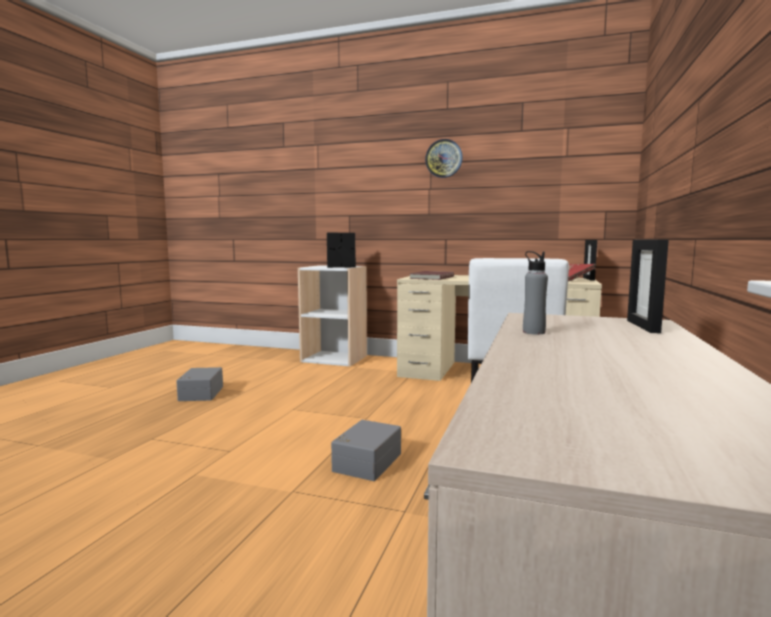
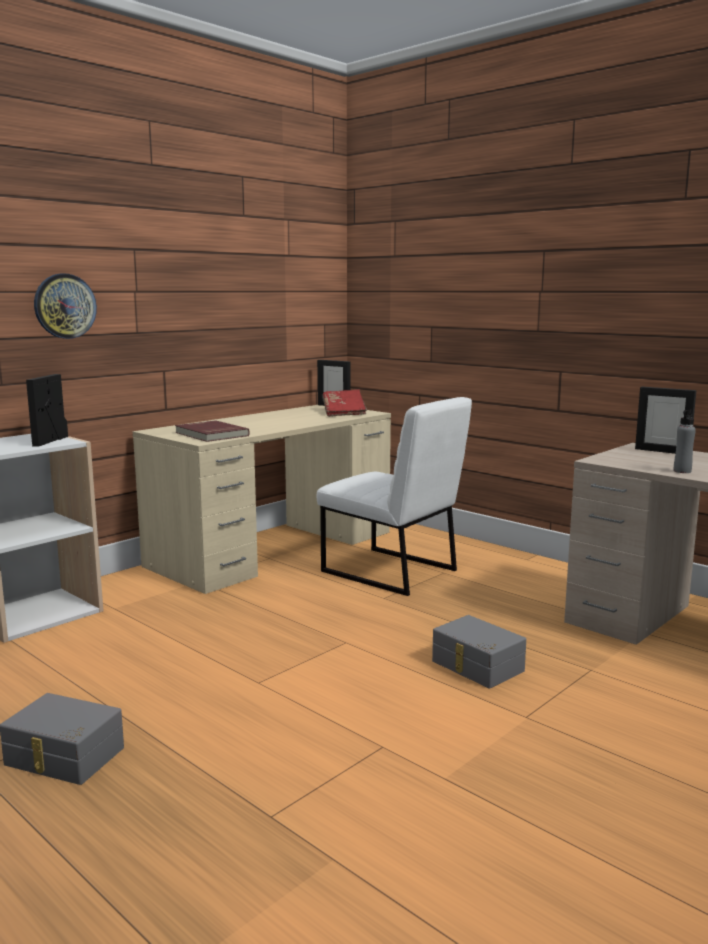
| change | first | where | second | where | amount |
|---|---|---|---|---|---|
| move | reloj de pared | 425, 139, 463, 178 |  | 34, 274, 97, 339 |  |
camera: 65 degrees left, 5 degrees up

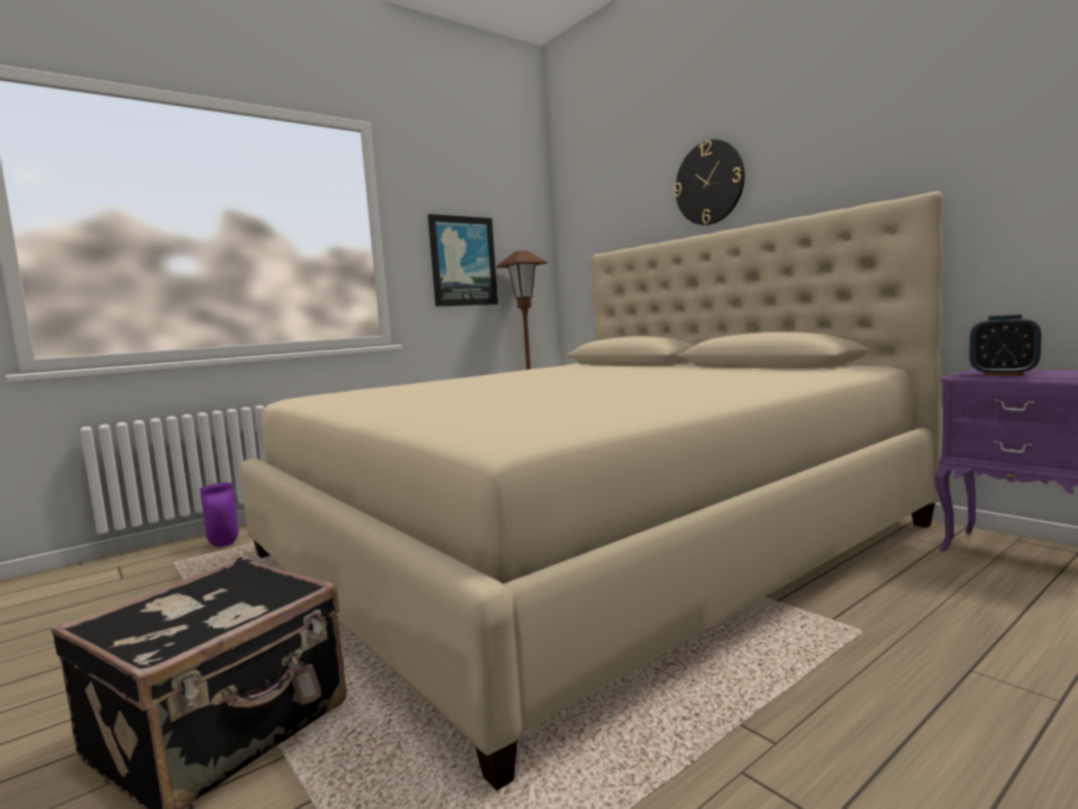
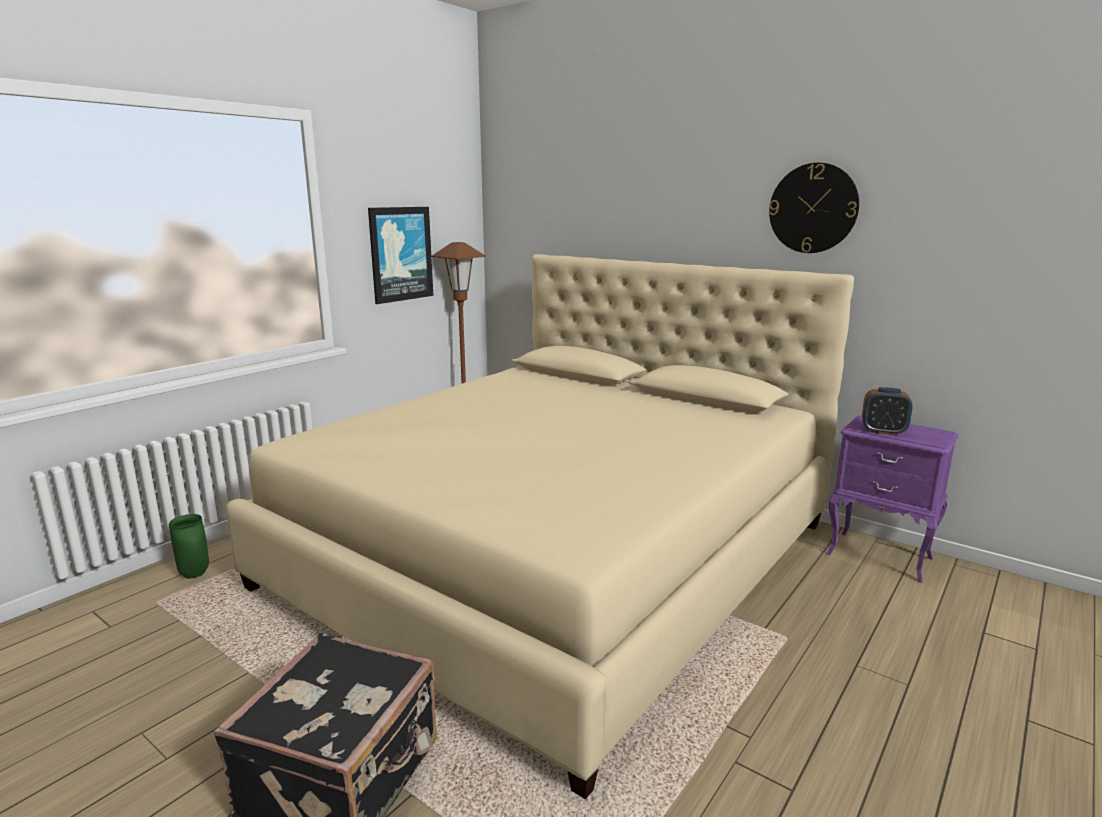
| change | first | where | second | where | amount |
|---|---|---|---|---|---|
| move | reloj de pared | 674, 139, 745, 225 |  | 769, 163, 859, 253 |  |
| recolor | florero/morado | 200, 483, 239, 547 | florero/verde | 169, 514, 209, 578 |  |
camera: 15 degrees left, 10 degrees up

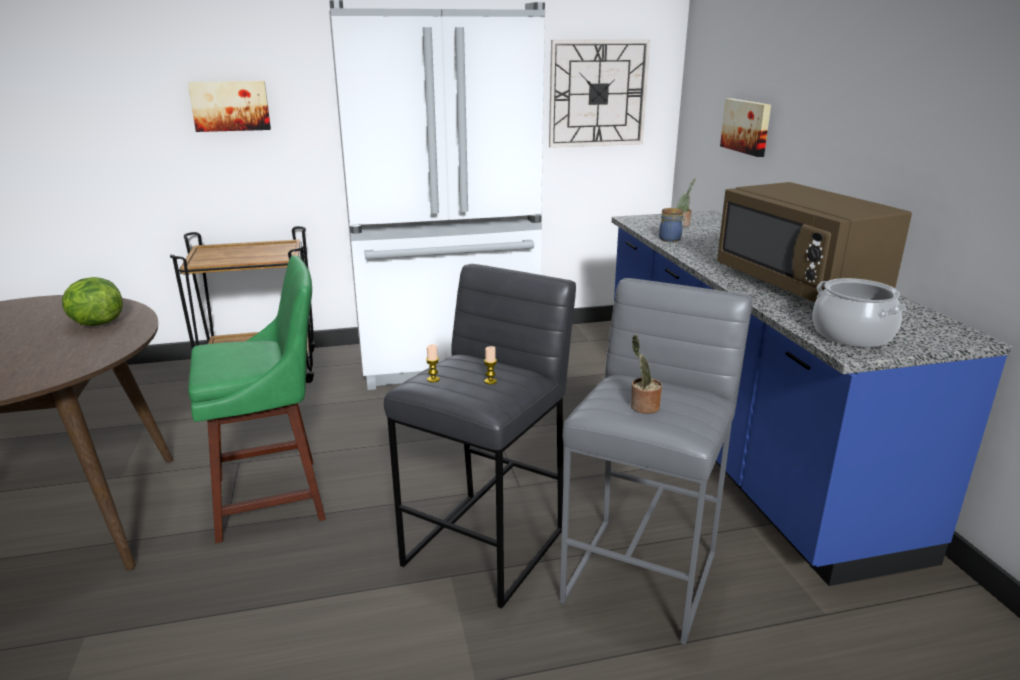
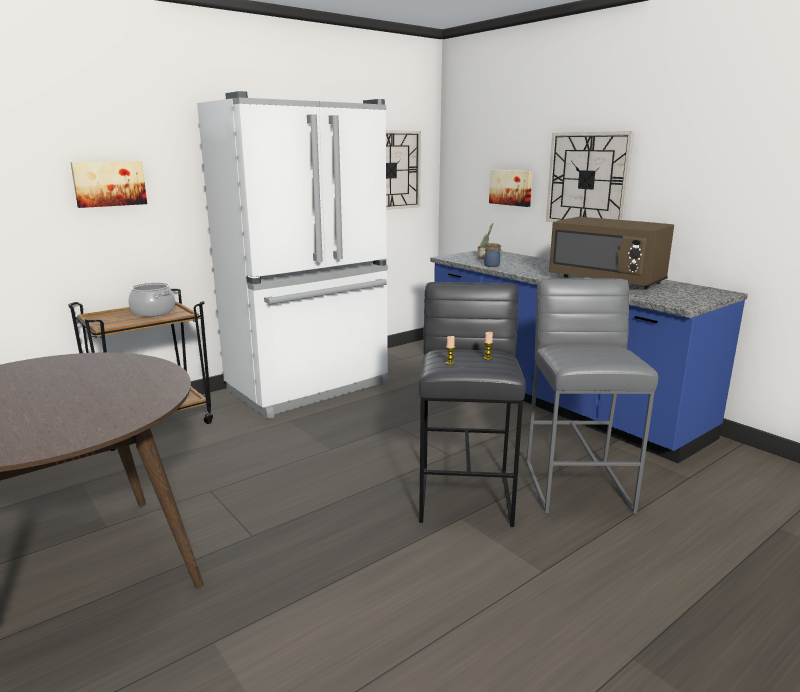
| change | first | where | second | where | amount |
|---|---|---|---|---|---|
| delete | silla/verde | 188, 255, 326, 543 |  |  |  |
| delete | lechuga | 62, 277, 123, 326 |  |  |  |
| move | olla | 812, 278, 907, 347 |  | 128, 282, 175, 316 |  |
| delete | planta en maceta | 631, 335, 662, 414 |  |  |  |
| insert |  |  | reloj de pared | 546, 131, 634, 222 |  |
camera: 25 degrees left, 5 degrees down

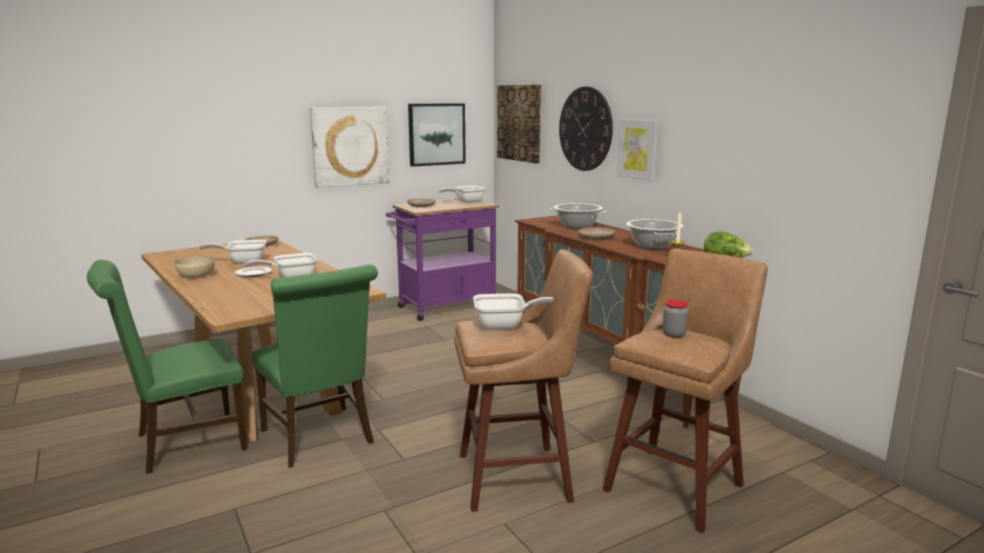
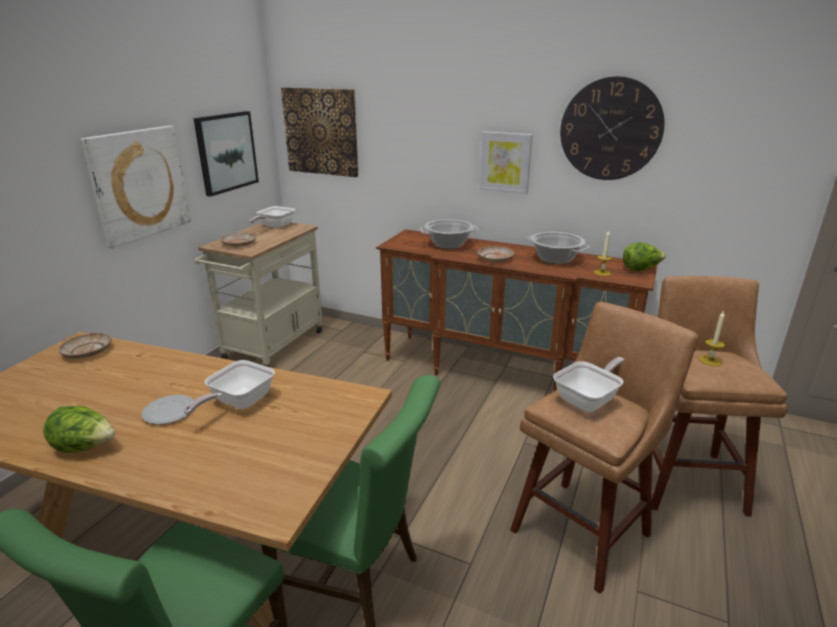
| change | first | where | second | where | amount |
|---|---|---|---|---|---|
| move | reloj de pared | 559, 86, 613, 171 |  | 560, 76, 665, 180 |  |
| recolor | carrito/morado | 386, 199, 499, 321 | carrito/beis | 195, 222, 323, 367 |  |
| delete | sartén | 199, 240, 267, 264 |  |  |  |
| replace | cuenco/beis | 174, 256, 215, 279 | lechuga | 43, 406, 115, 453 |  |
| replace | tarro | 663, 300, 688, 338 | vela | 699, 310, 725, 366 |  |
camera: 35 degrees left, 10 degrees up

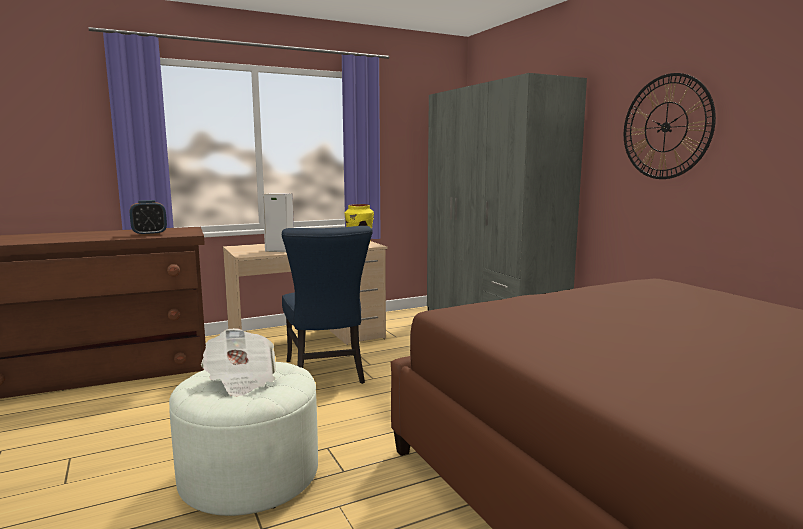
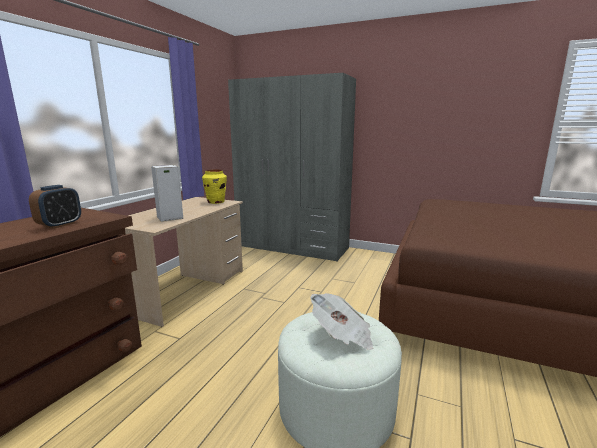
| change | first | where | second | where | amount |
|---|---|---|---|---|---|
| delete | reloj de pared | 624, 73, 716, 179 |  |  |  |
| delete | silla/azul | 282, 226, 373, 384 |  |  |  |
camera: 40 degrees left, 5 degrees up

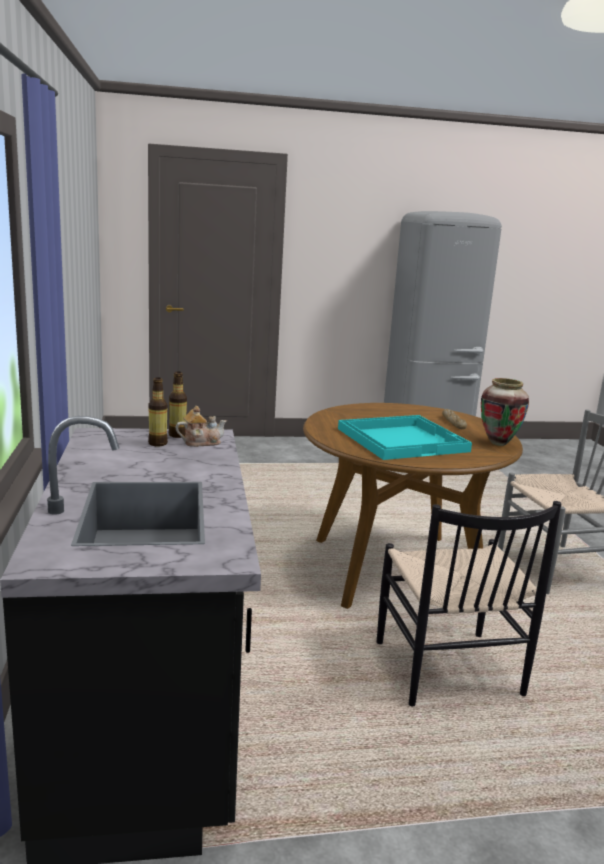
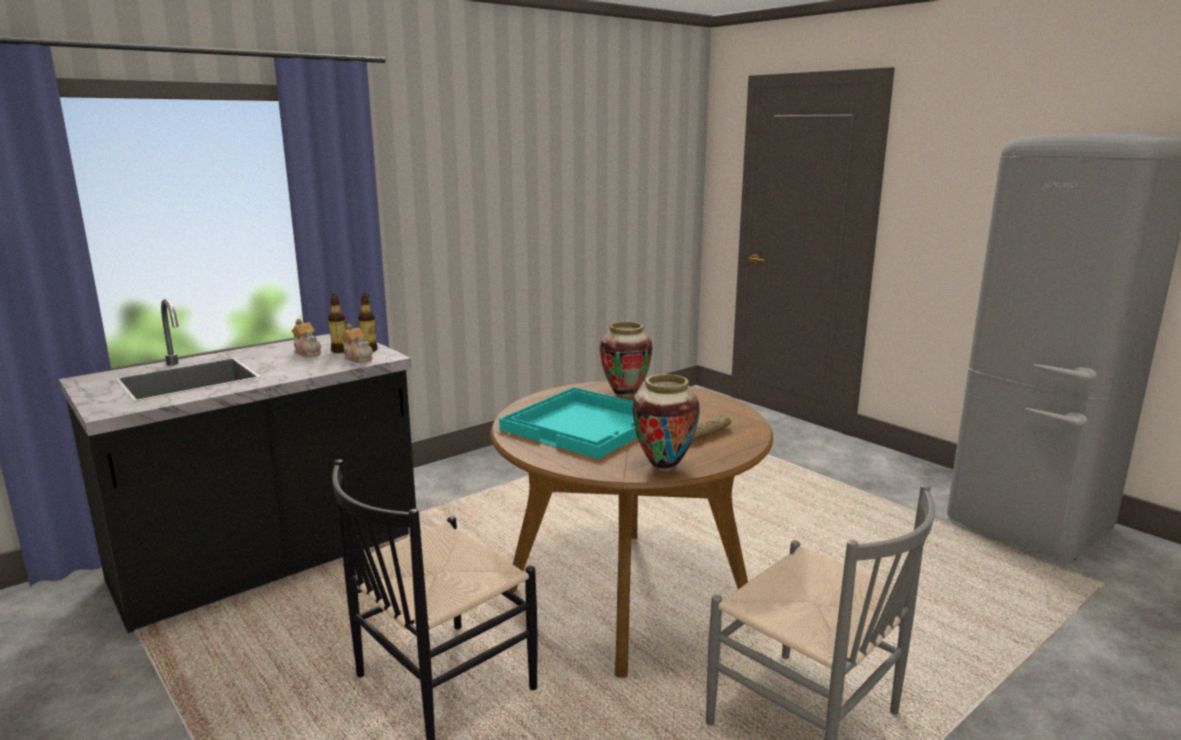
| change | first | where | second | where | amount |
|---|---|---|---|---|---|
| insert |  |  | tetera | 292, 319, 321, 357 |  |
| insert |  |  | florero | 600, 322, 653, 398 |  |
camera: 60 degrees right, 0 degrees up

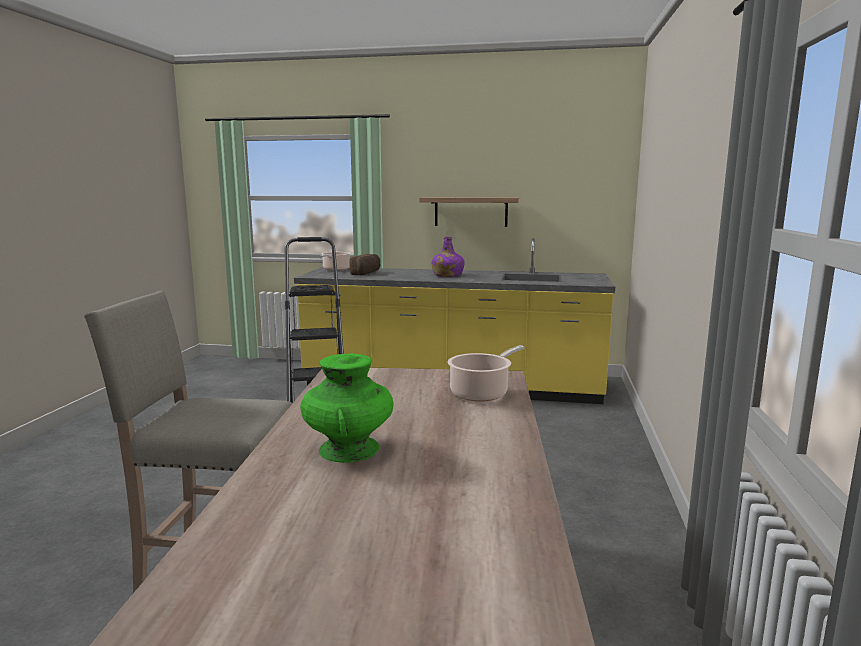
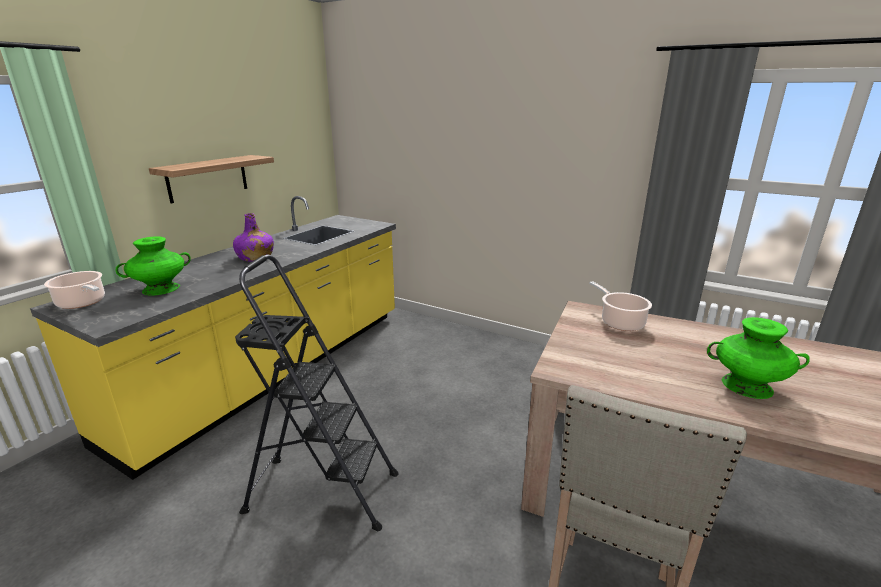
| change | first | where | second | where | amount |
|---|---|---|---|---|---|
| replace | pan | 349, 254, 380, 275 | florero/verde | 116, 236, 191, 296 |  |
camera: 70 degrees left, 10 degrees up

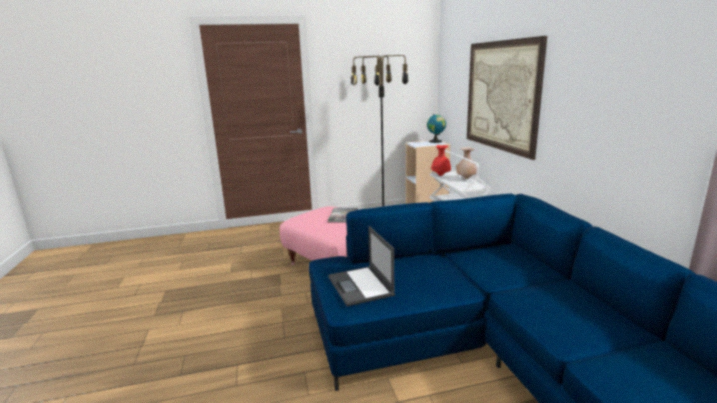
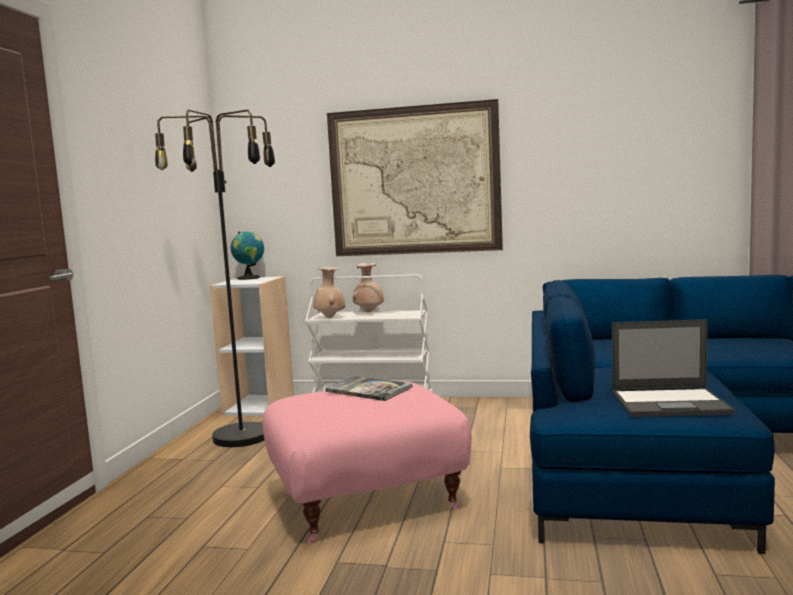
| change | first | where | second | where | amount |
|---|---|---|---|---|---|
| recolor | florero/rojo | 431, 145, 451, 176 | florero/beis | 313, 267, 346, 318 |  |
camera: 65 degrees left, 10 degrees down

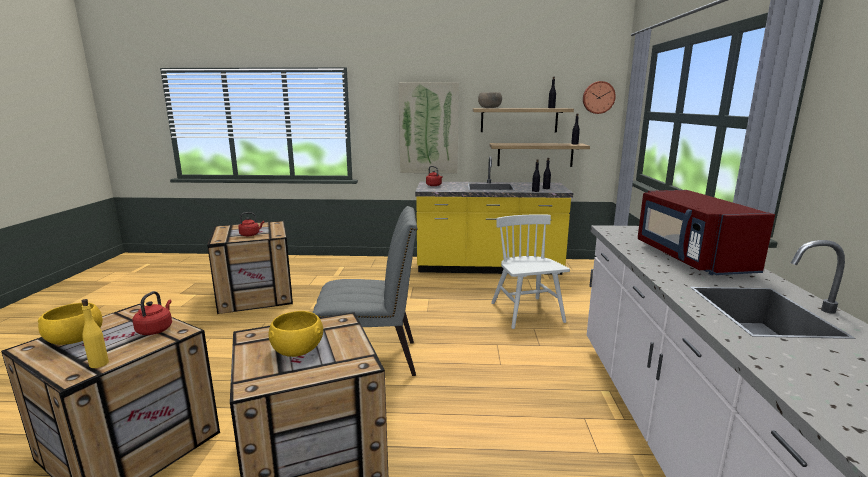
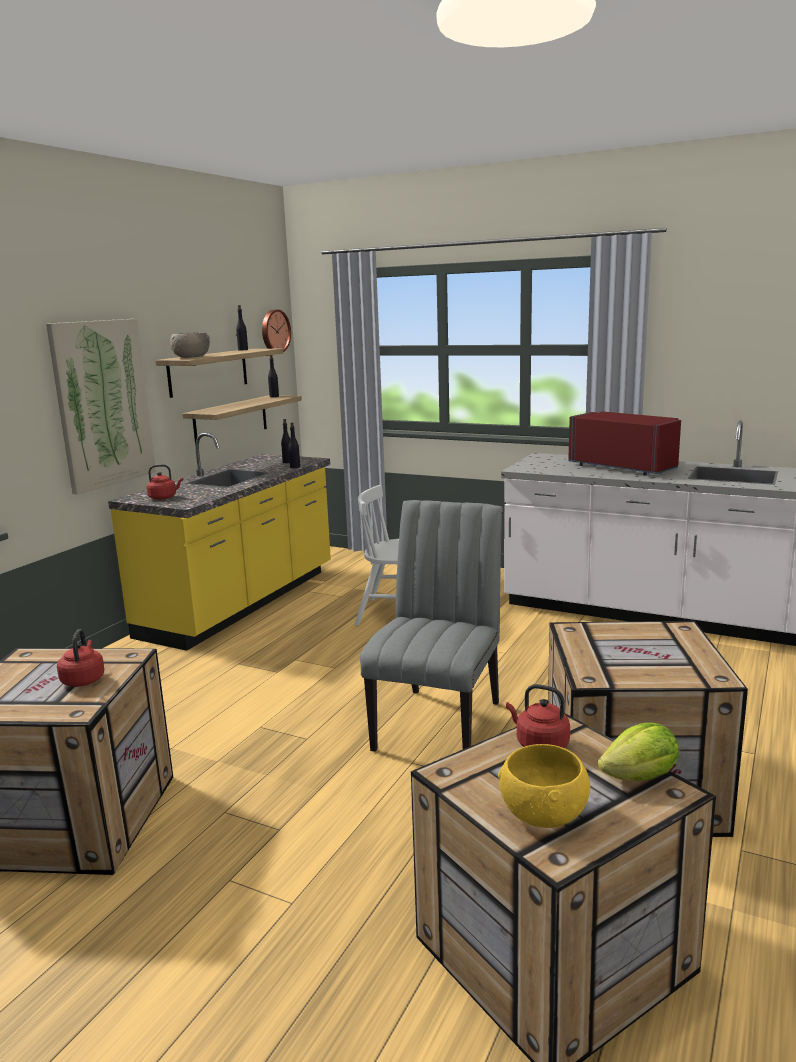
| change | first | where | second | where | amount |
|---|---|---|---|---|---|
| rotate | microondas/rojo | 638, 190, 775, 275 |  | 568, 411, 681, 476 | 150 degrees counterclockwise |
| replace | botella/amarillo | 82, 299, 109, 368 | lechuga | 598, 723, 679, 781 |  |
| delete | cuenco/amarillo | 269, 311, 323, 357 |  |  |  |
camera: 65 degrees left, 0 degrees up

